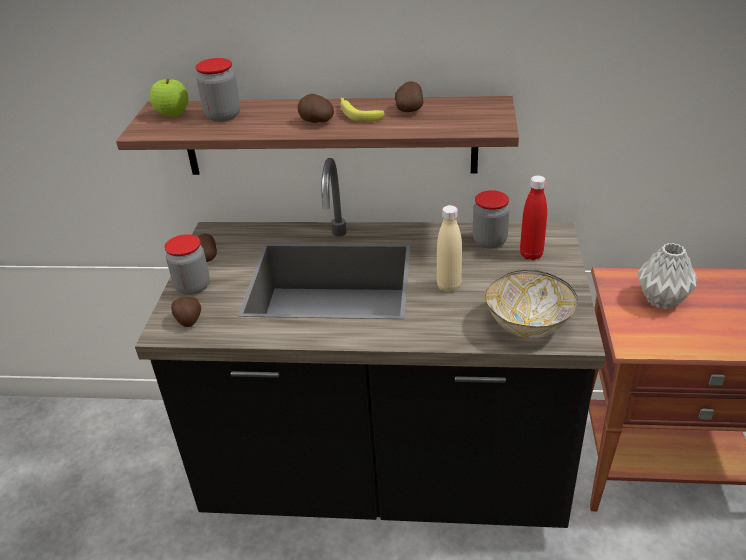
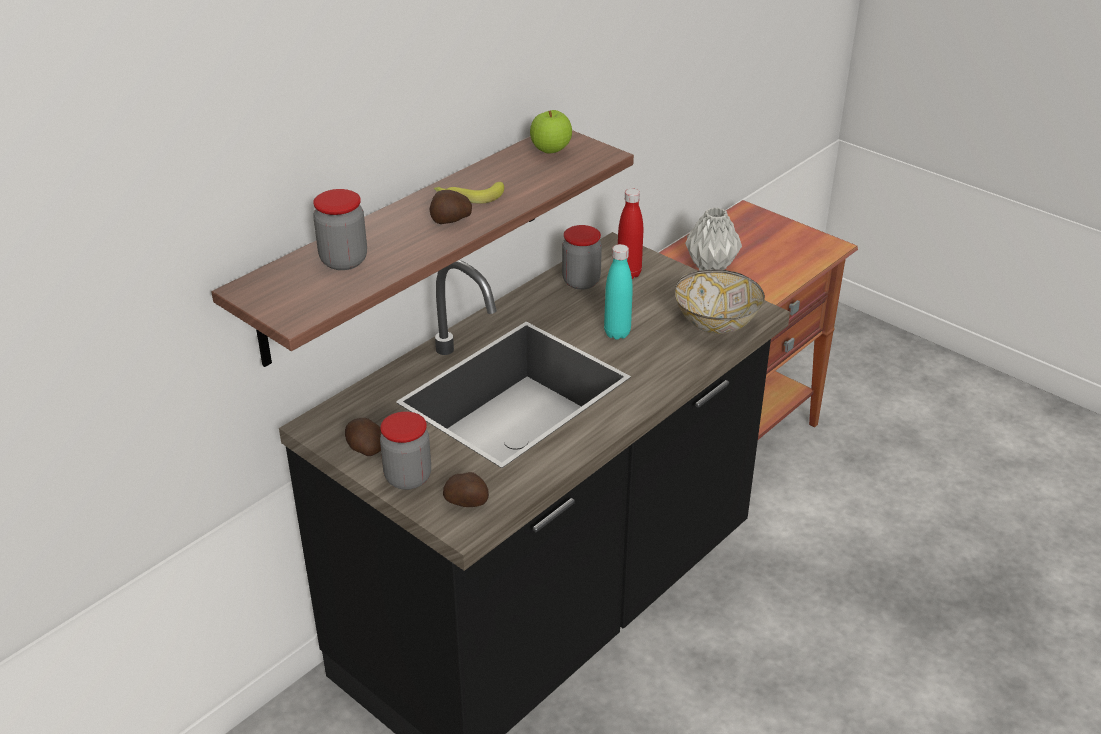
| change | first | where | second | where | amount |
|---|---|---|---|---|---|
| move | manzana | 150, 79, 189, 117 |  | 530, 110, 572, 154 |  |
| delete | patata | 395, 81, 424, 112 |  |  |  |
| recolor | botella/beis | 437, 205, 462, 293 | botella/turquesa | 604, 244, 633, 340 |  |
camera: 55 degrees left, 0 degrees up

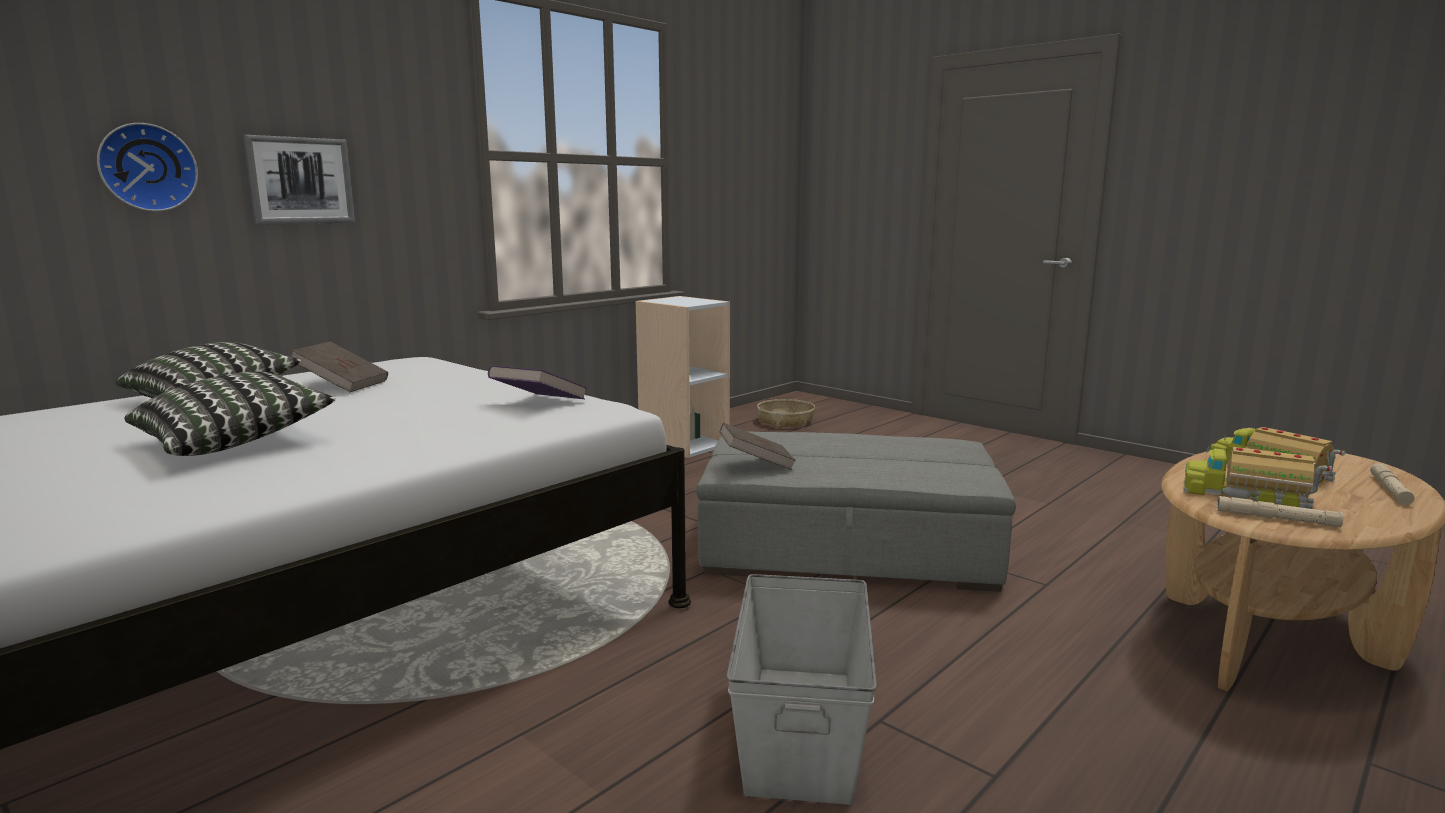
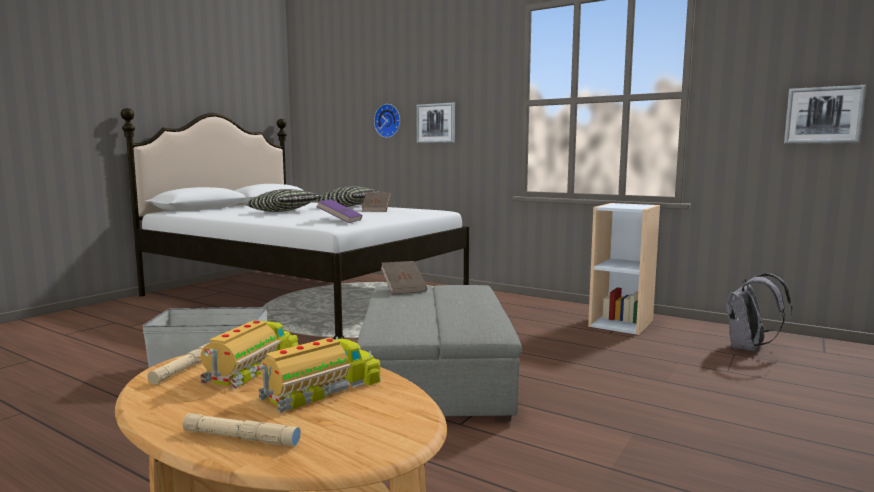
| change | first | where | second | where | amount |
|---|---|---|---|---|---|
| replace | cesta | 757, 399, 815, 428 | mochila/gris | 726, 273, 792, 351 |  |
| insert |  |  | cuadro | 784, 85, 866, 144 |  |
camera: 80 degrees right, 5 degrees down

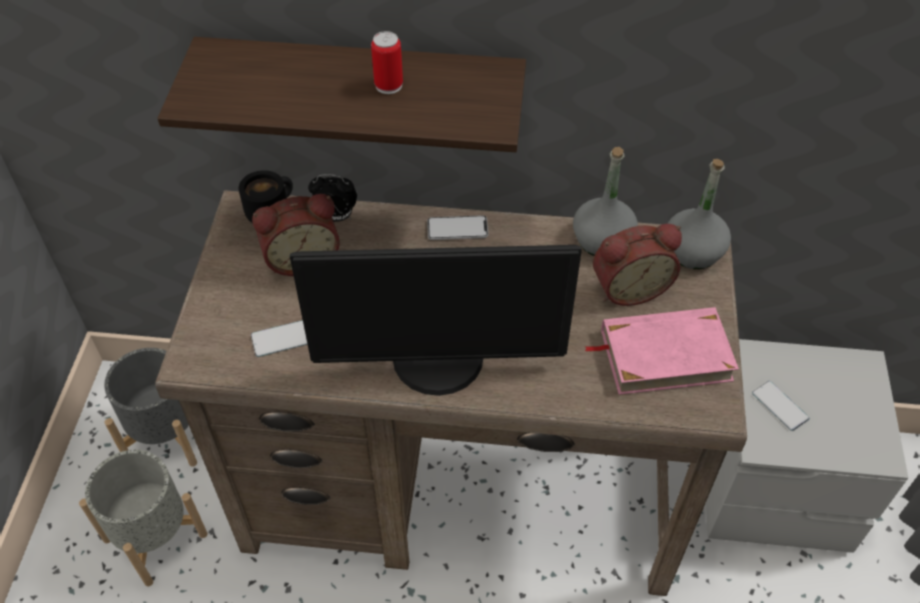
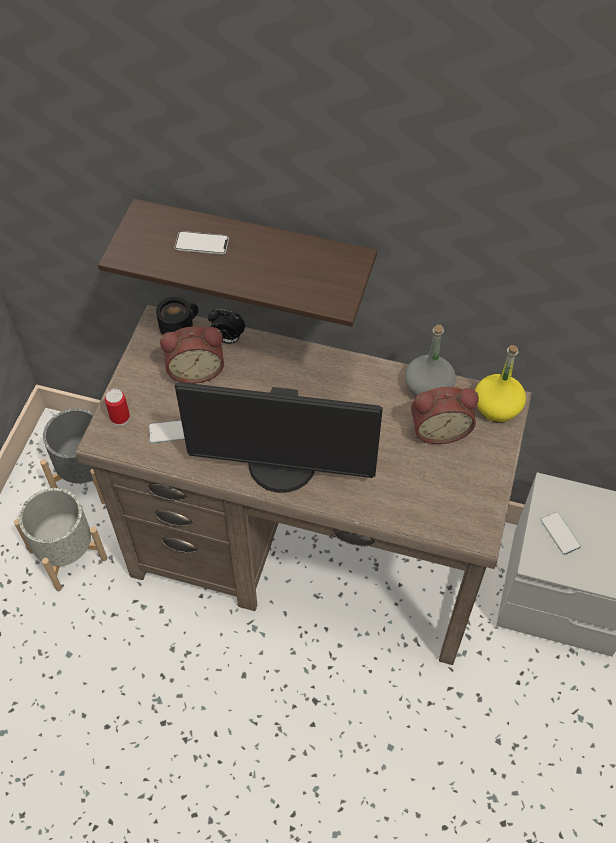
| change | first | where | second | where | amount |
|---|---|---|---|---|---|
| move | lata | 371, 31, 403, 94 |  | 105, 389, 130, 426 |  |
| recolor | botella/gris | 667, 159, 731, 269 | botella/amarillo | 475, 345, 526, 423 |  |
| move | móvil | 427, 215, 488, 240 |  | 174, 231, 229, 255 |  |
| delete | libro/rosa | 584, 307, 739, 395 |  |  |  |
camera: 10 degrees right, 5 degrees up

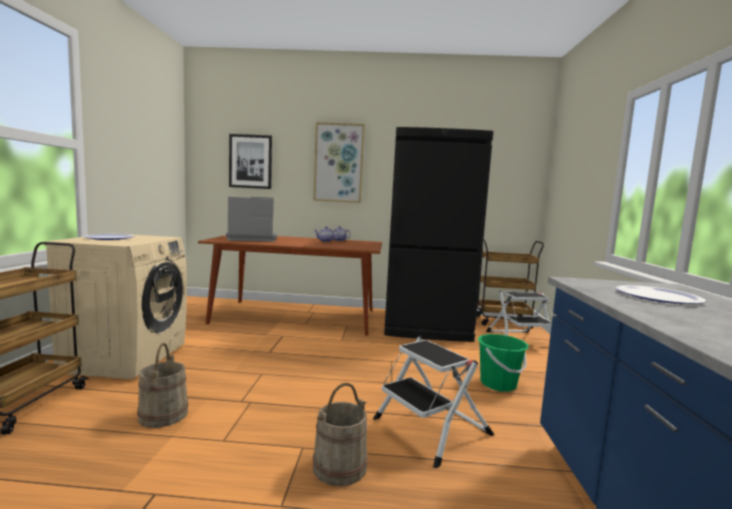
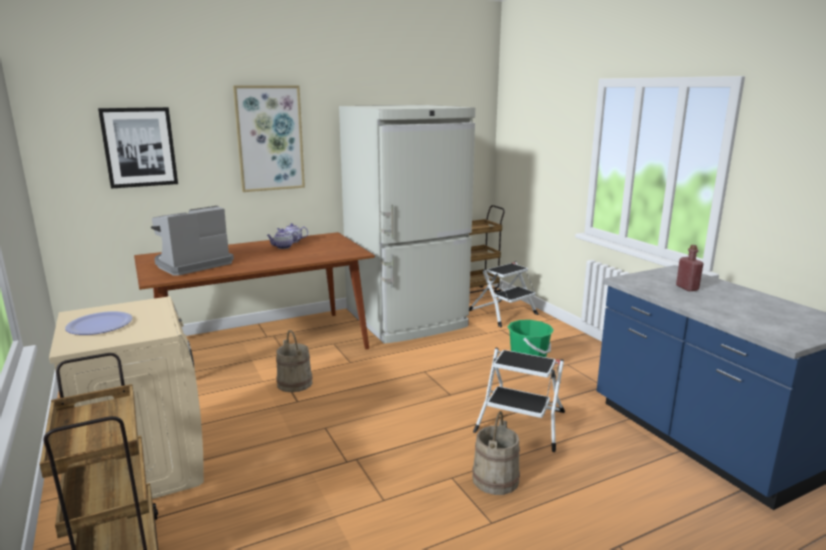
| change | first | where | second | where | amount |
|---|---|---|---|---|---|
| recolor | nevera/negro | 384, 127, 494, 342 | nevera/blanco | 339, 105, 475, 343 |  |
| replace | plato | 615, 285, 706, 304 | botella/rojo | 676, 245, 704, 291 |  |
| move | cubo/beis | 137, 343, 189, 428 |  | 276, 330, 313, 392 |  |
camera: 30 degrees left, 10 degrees up

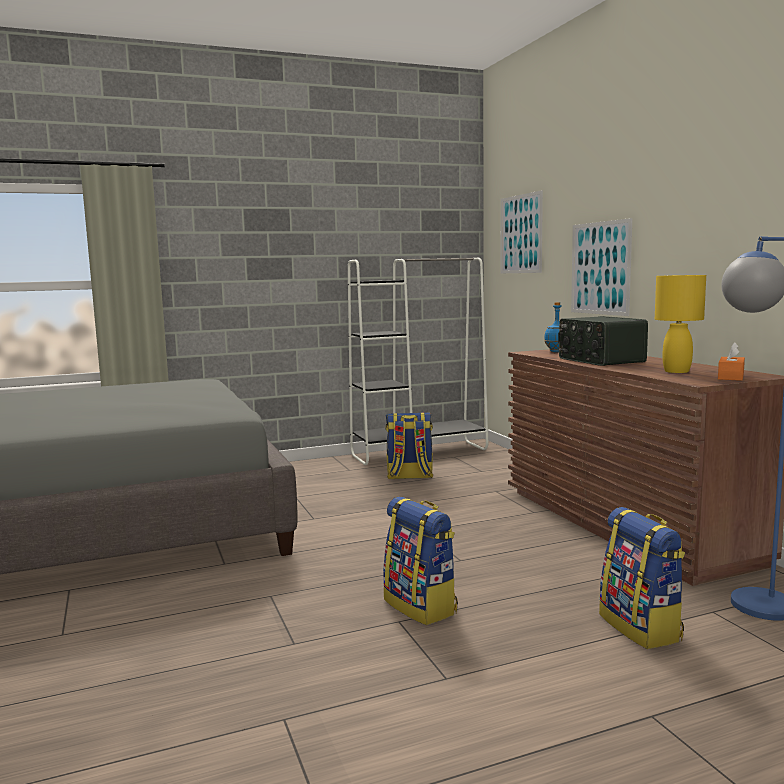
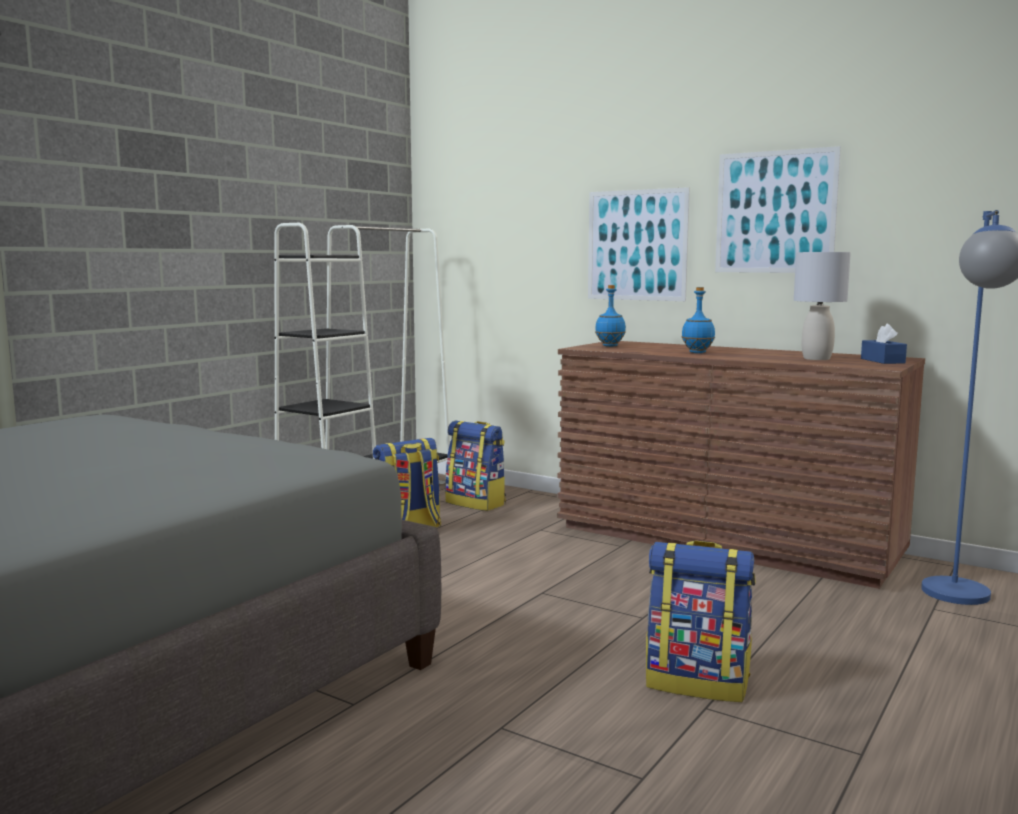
| change | first | where | second | where | amount |
|---|---|---|---|---|---|
| move | cuadro | 501, 190, 543, 273 |  | 715, 146, 841, 273 |  |
| recolor | lámpara de mesa/amarillo | 655, 275, 706, 373 | lámpara de mesa/gris | 794, 252, 851, 360 |  |
| replace | radio | 558, 316, 648, 366 | botella/azul | 682, 287, 715, 353 |  |
| recolor | caja de pañuelos/naranja | 718, 342, 745, 381 | caja de pañuelos/azul | 861, 324, 907, 364 |  |
| move | mochila | 599, 507, 685, 649 |  | 445, 421, 506, 511 |  |
camera: 35 degrees left, 0 degrees up

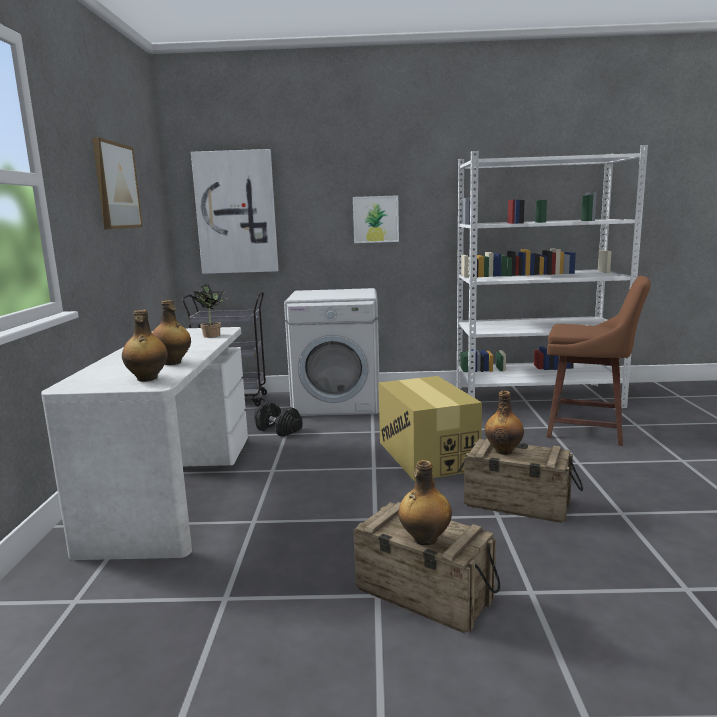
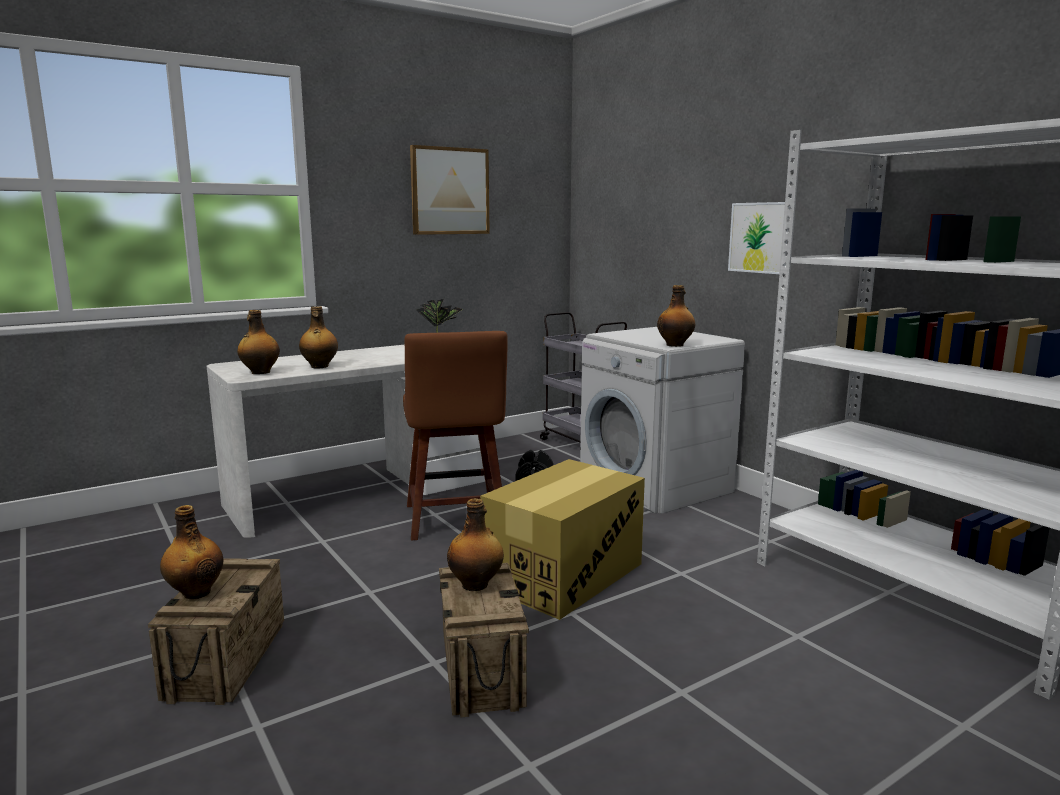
| change | first | where | second | where | amount |
|---|---|---|---|---|---|
| delete | cuadro | 191, 149, 279, 274 |  |  |  |
| move | taburete/marrón | 546, 276, 651, 446 |  | 403, 331, 508, 541 |  |
| insert |  |  | botella | 657, 285, 696, 347 |  |
camera: 55 degrees right, 0 degrees up

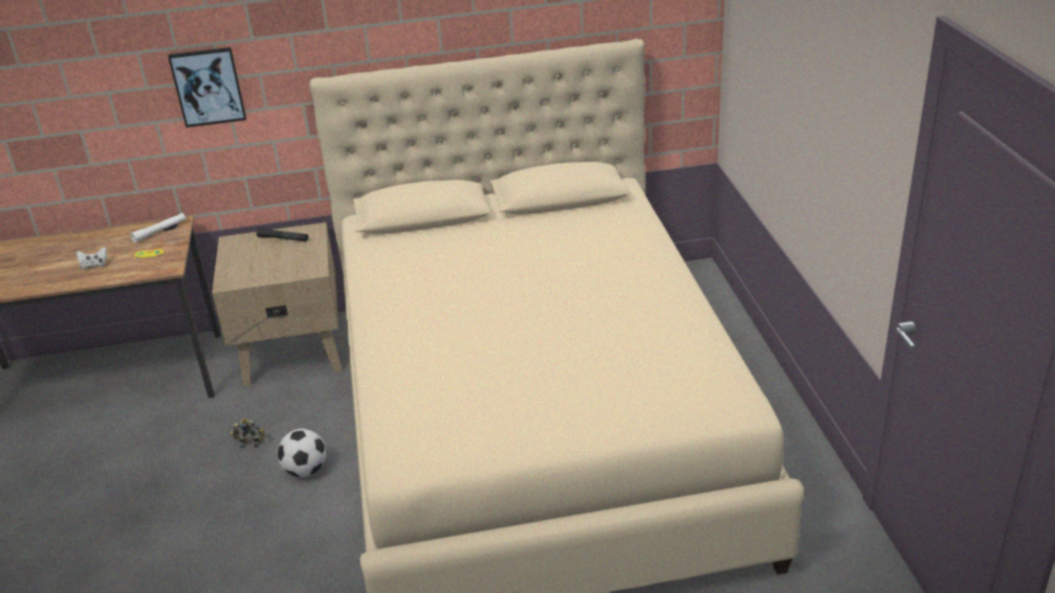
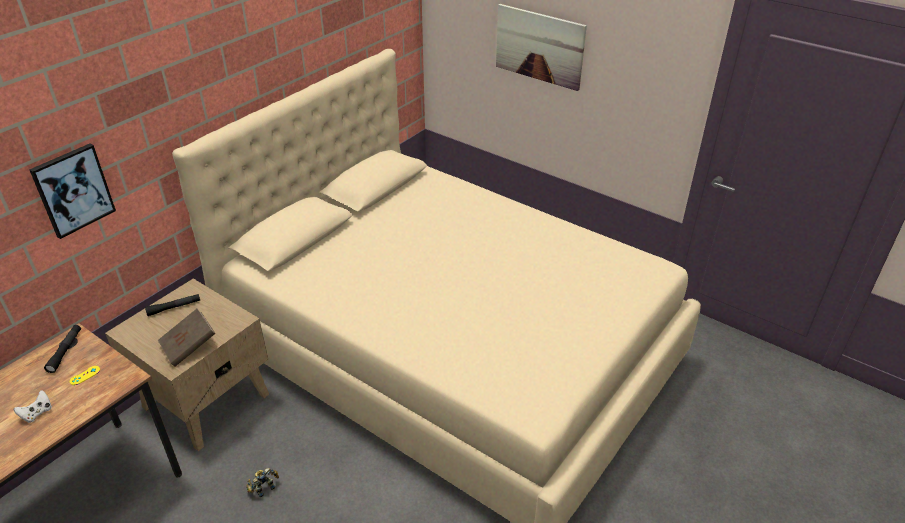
| change | first | where | second | where | amount |
|---|---|---|---|---|---|
| recolor | linterna/blanco | 131, 213, 186, 243 | linterna/negro | 44, 325, 81, 373 |  |
| delete | balón de fútbol | 277, 429, 326, 477 |  |  |  |
| insert |  |  | cuadro | 496, 4, 587, 91 |  |
| insert |  |  | libro/marrón | 158, 309, 215, 367 |  |
camera: 45 degrees left, 5 degrees up

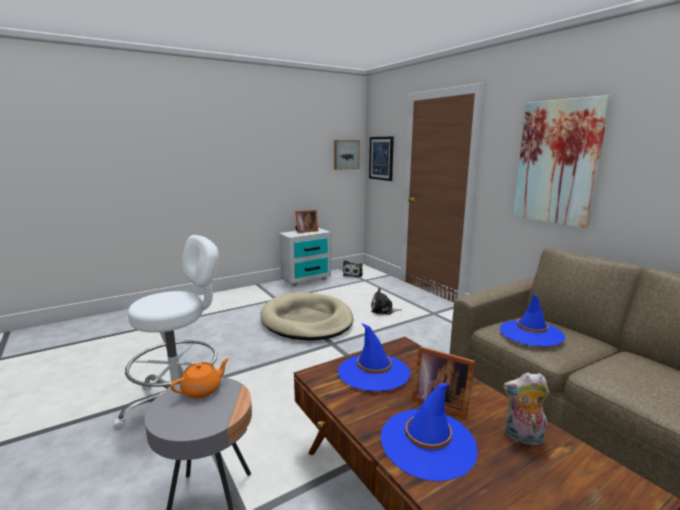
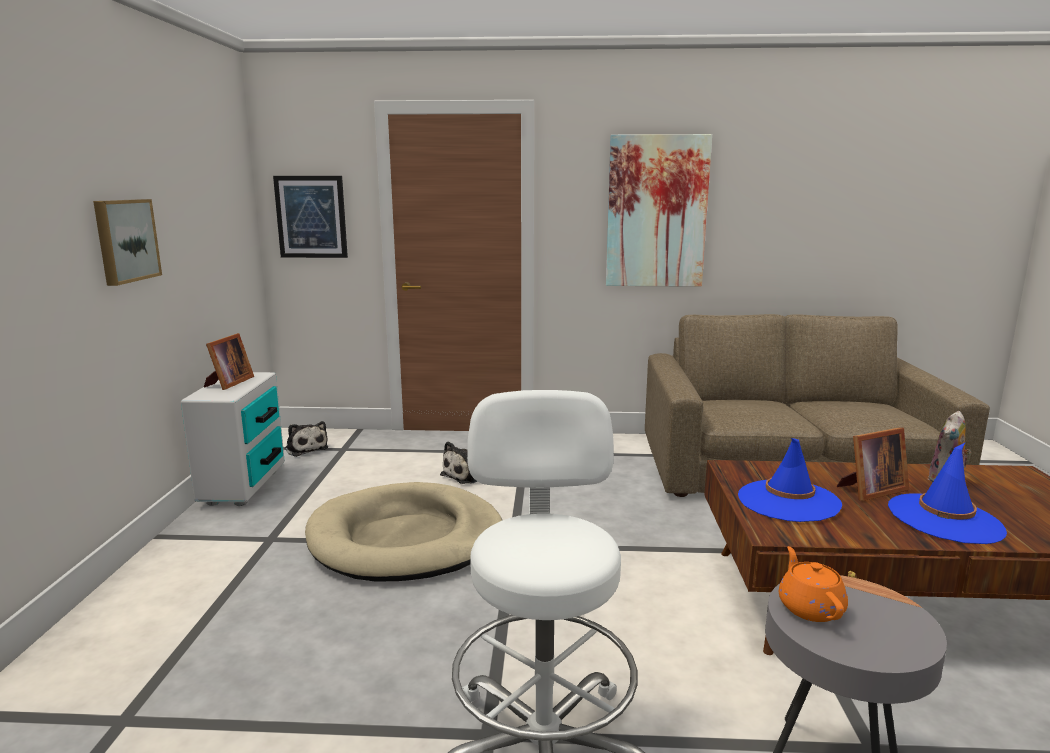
| change | first | where | second | where | amount |
|---|---|---|---|---|---|
| move | cuadro | 334, 140, 360, 170 |  | 93, 199, 162, 286 |  |
| delete | sombrero/azul | 500, 295, 565, 346 |  |  |  |
camera: 55 degrees left, 0 degrees up

